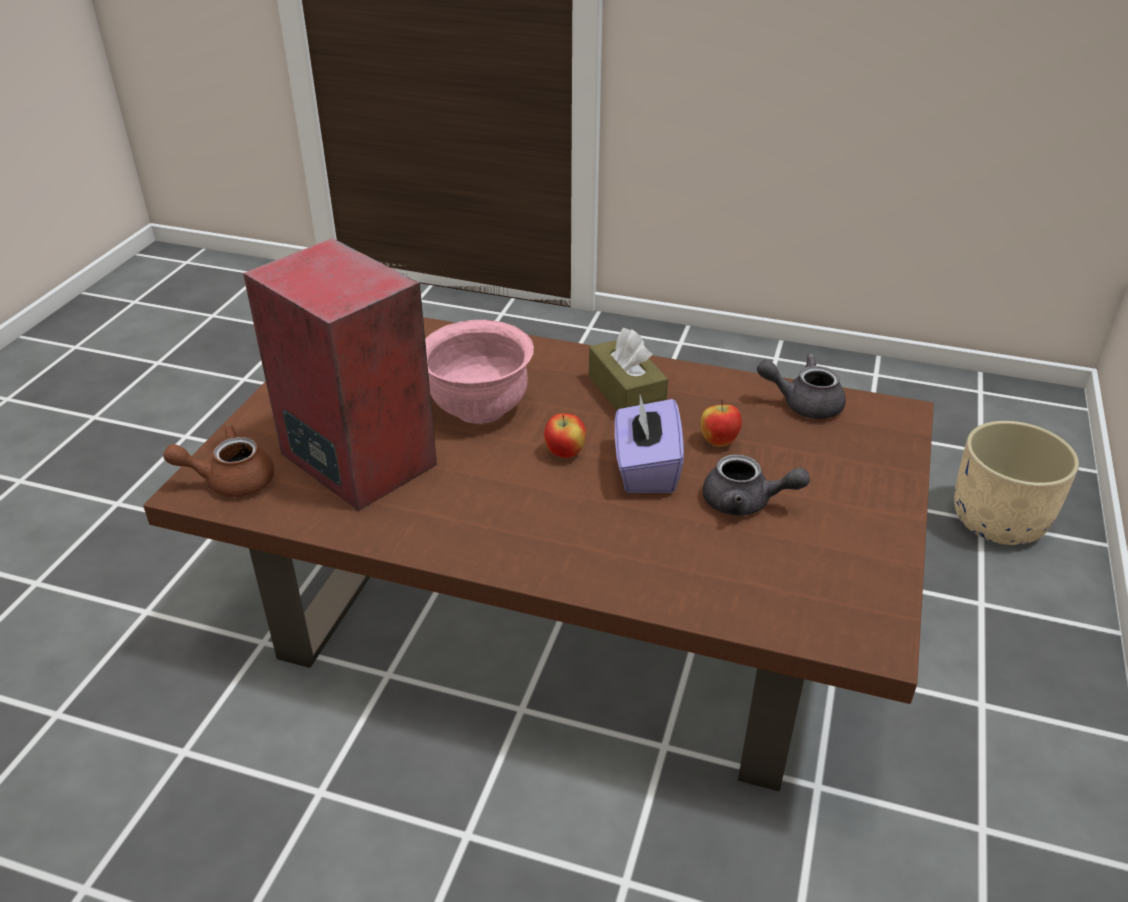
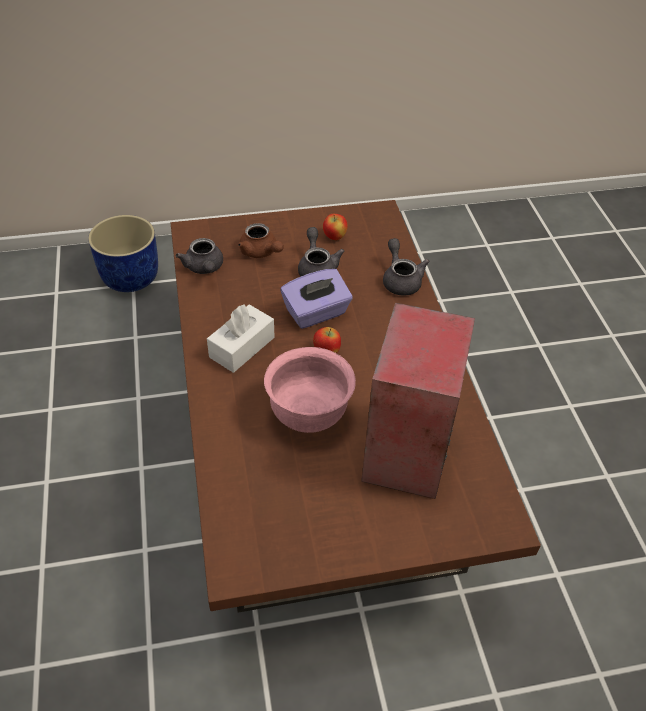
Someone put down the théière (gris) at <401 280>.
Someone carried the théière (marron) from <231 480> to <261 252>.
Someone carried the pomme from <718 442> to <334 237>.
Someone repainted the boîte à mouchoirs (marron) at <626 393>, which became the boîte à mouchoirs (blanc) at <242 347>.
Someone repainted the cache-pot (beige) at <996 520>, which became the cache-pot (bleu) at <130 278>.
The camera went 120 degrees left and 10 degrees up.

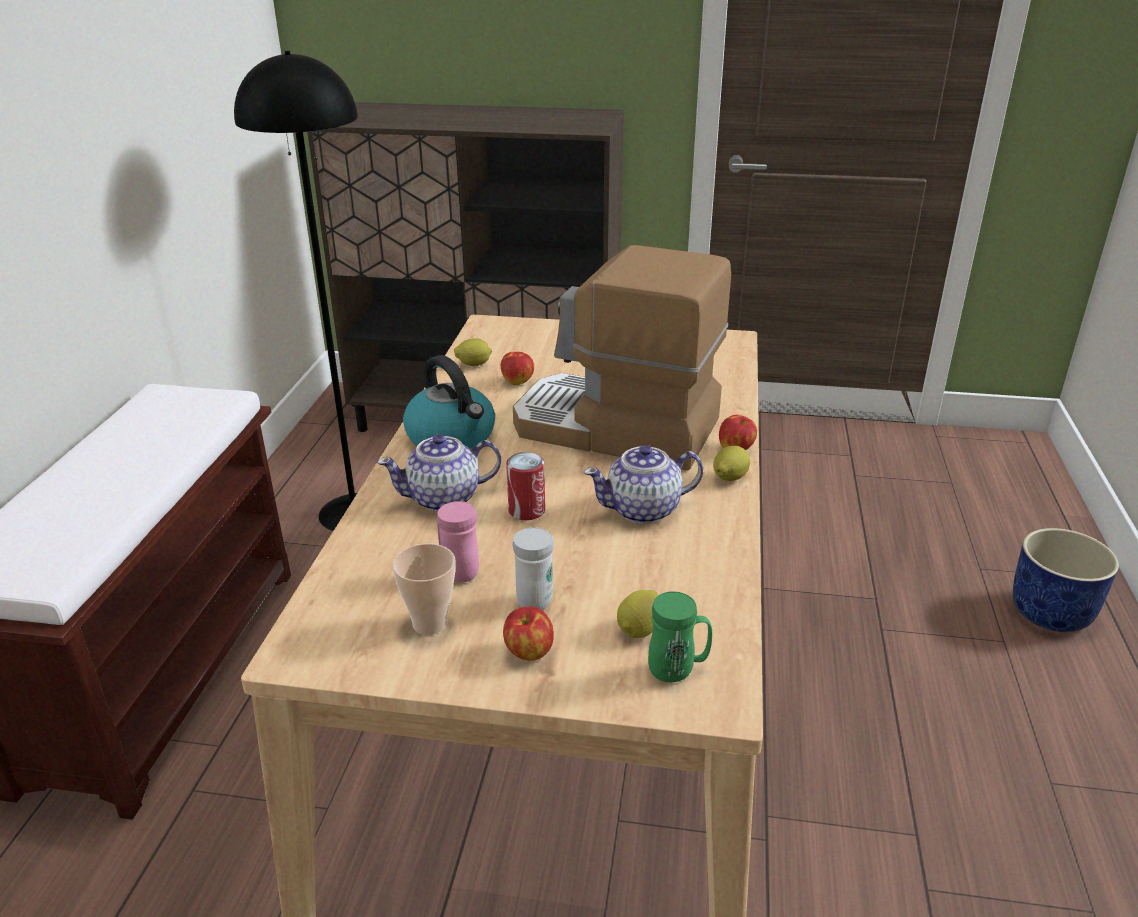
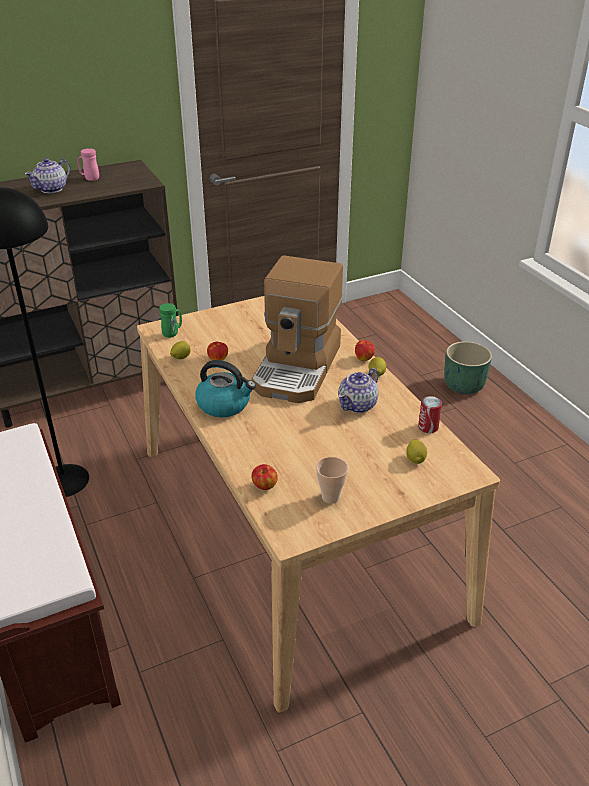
Someone took away the mug (blanc) at <537 597>.
Someone carried the théière from <444 498> to <52 189>.
Someone carried the mug (rose) from <457 570> to <90 178>.
Someone carried the pomme from <528 652> to <264 486>.
Someone carried the boîte métallique from <526 510> to <428 427>.
Someone carried the mug (vert) from <678 671> to <173 333>.
Someone repainted the cache-pot (bleu) at <1052 613>, which became the cache-pot (vert) at <464 385>.
Someone rotated the machine à café at <615 428> by 60 degrees counterclockwise.
The camera went 35 degrees left and 5 degrees up.

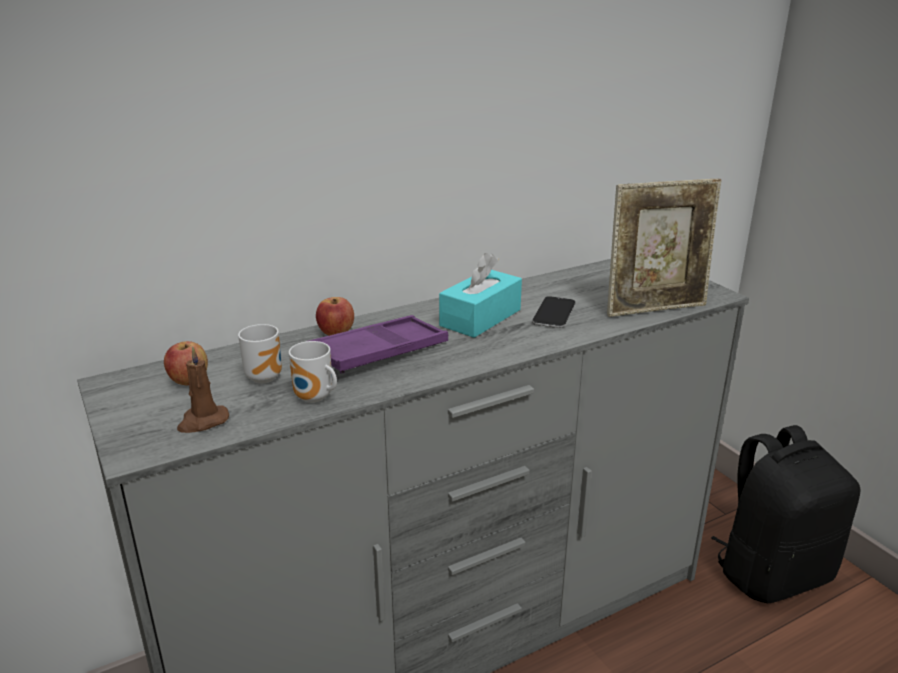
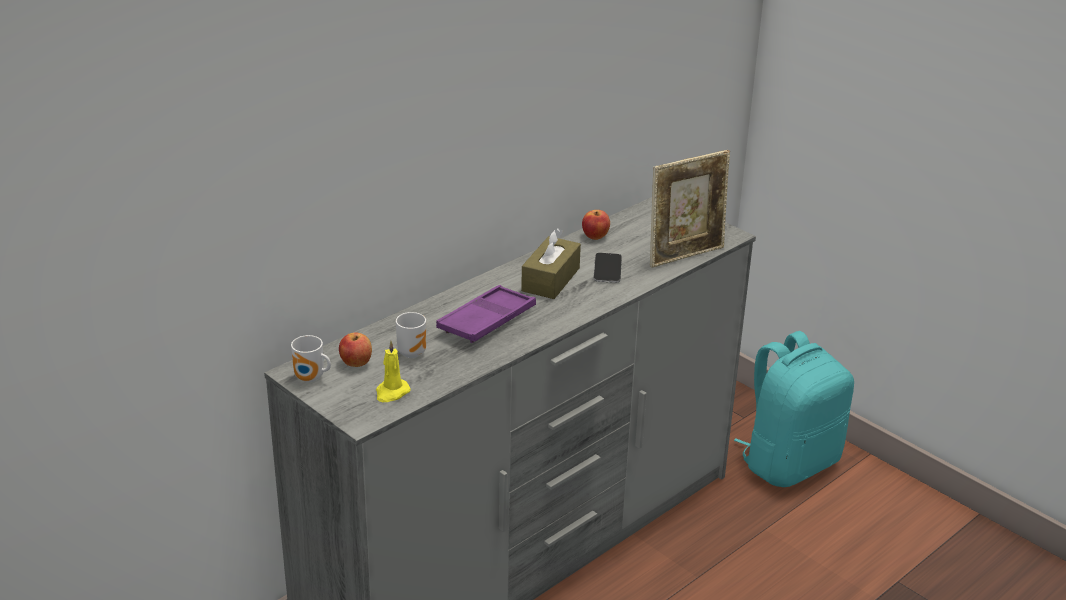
Someone carried the mug from <314 399> to <311 379>.
Someone carried the pomme from <336 333> to <595 237>.
Someone repainted the bougie (marron) at <202 421>, which became the bougie (jaune) at <391 392>.
Someone repainted the boîte à mouchoirs (turquoise) at <480 318>, which became the boîte à mouchoirs (marron) at <550 279>.
Someone repainted the sac à dos (noir) at <772 573>, which became the sac à dos (turquoise) at <789 462>.
The camera went 15 degrees left and 5 degrees up.

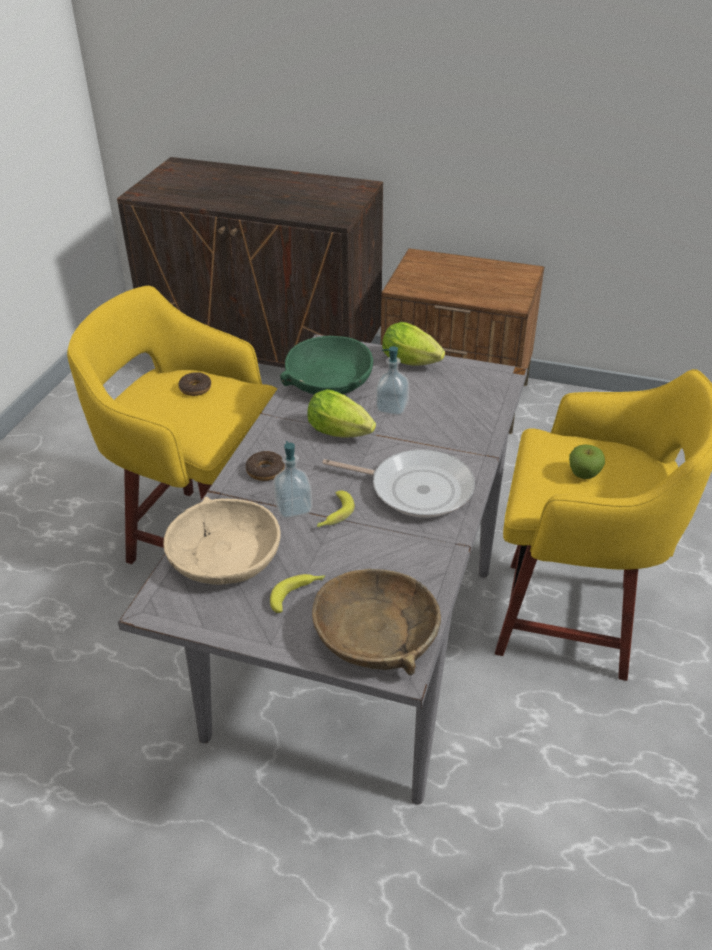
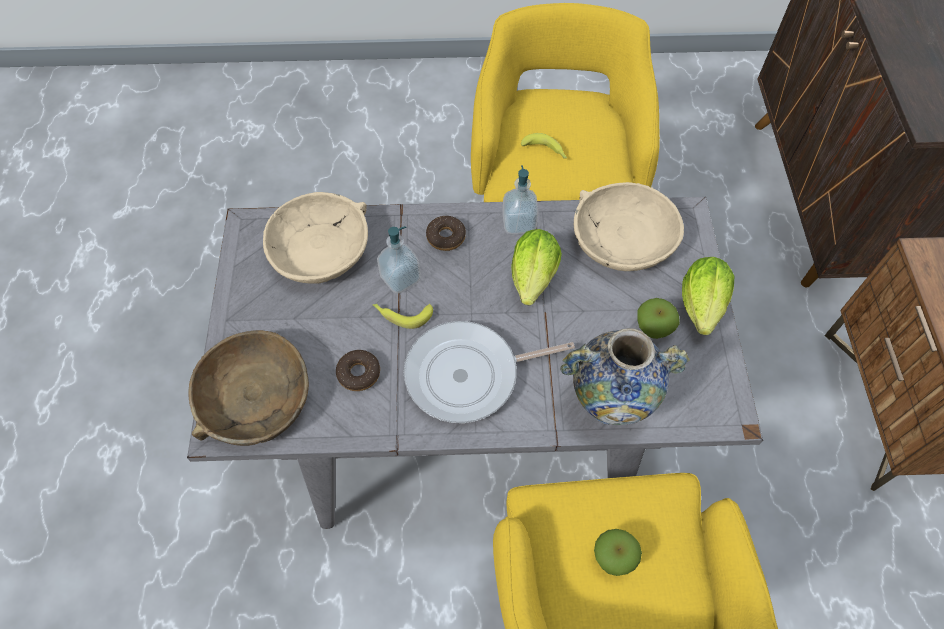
Someone put down the vase at <609 405>.
Someone put down the pomme at <653 329>.
Someone carried the beignet from <195 388> to <359 373>.
Someone carried the banane from <298 594> to <545 151>.
Someone carried the distributeur de savon from <392 408> to <519 223>.
Someone repainted the bol (vert) at <329 380>, which became the bol (beige) at <622 238>.
Someone rotated the poêle at <416 489> by 75 degrees clockwise.
The camera went 70 degrees right and 20 degrees up.

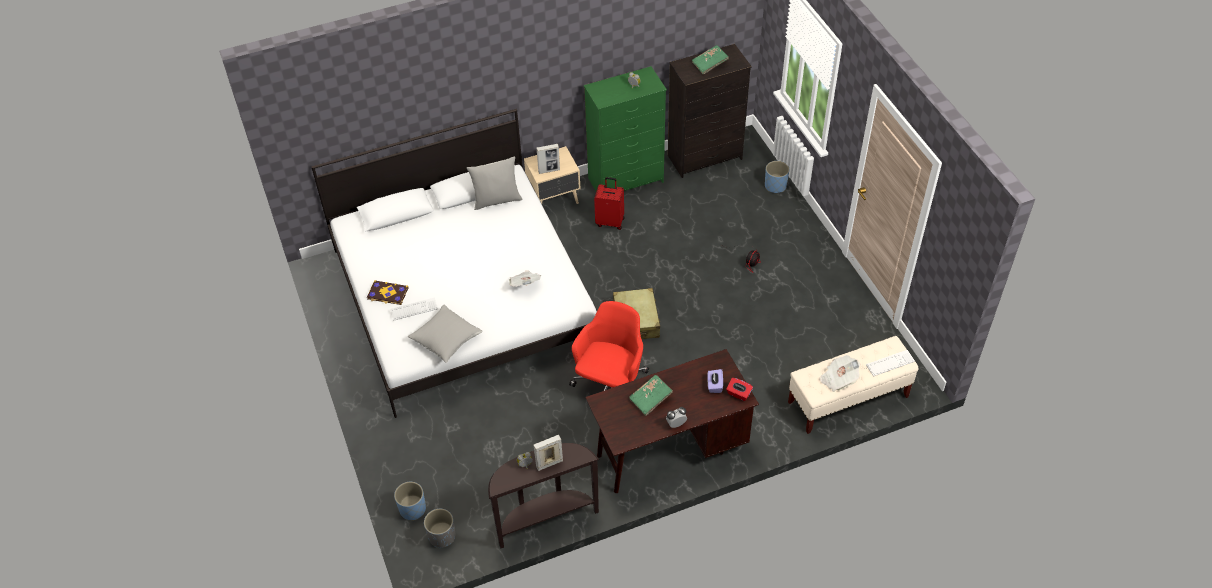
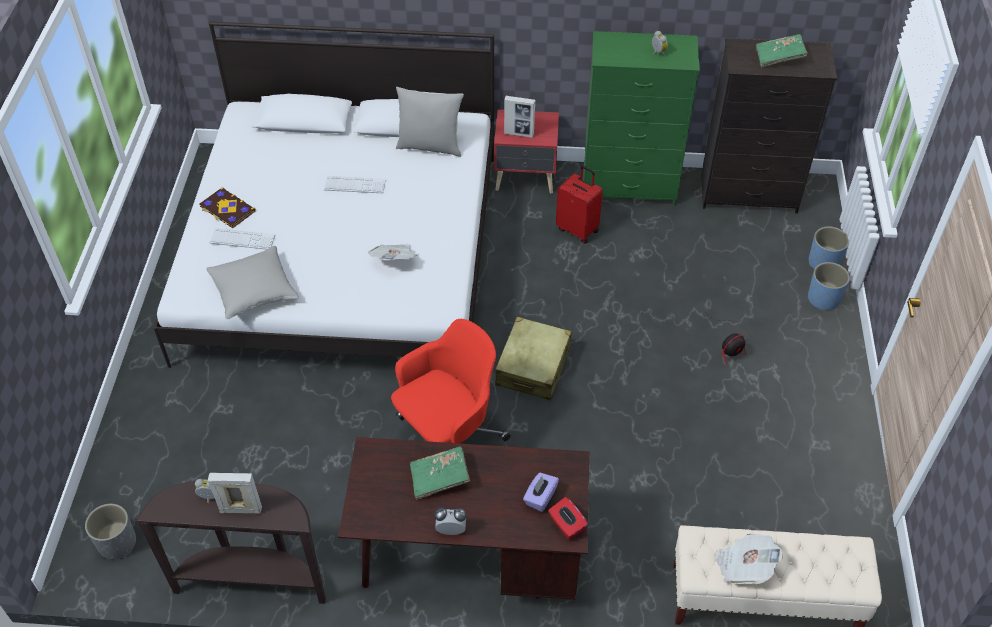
Someone carried the cache-pot (bleu) from <413 509> to <823 299>.
Someone carried the clavier from <890 363> to <354 185>.
Someone repainted the table de chevet (beige) at <554 199>, which became the table de chevet (rouge) at <526 178>.
The camera went 25 degrees right and 0 degrees up.

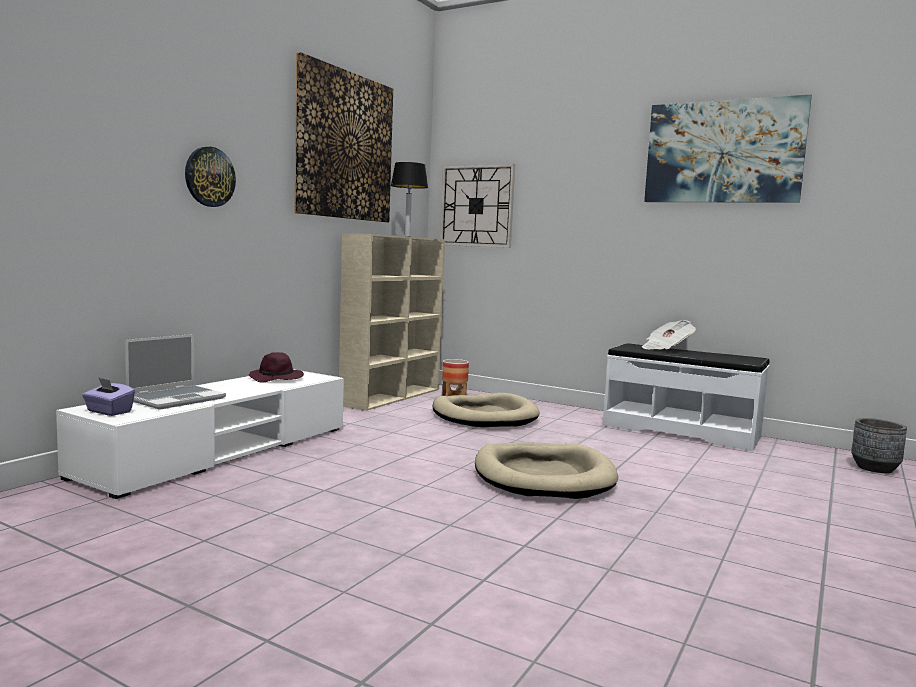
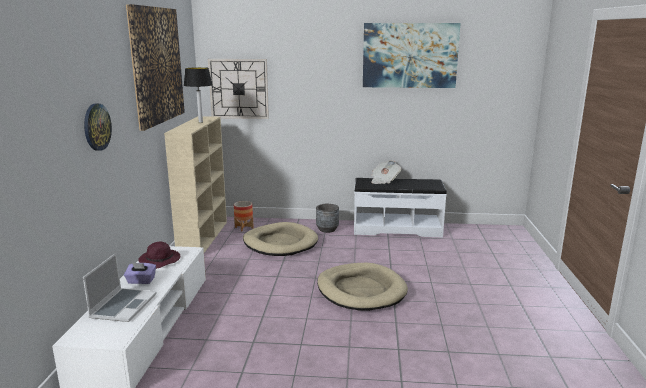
Someone carried the boîte à mouchoirs (violet) from <108 412> to <141 281>.
Someone carried the cache-pot (gris) from <874 468> to <327 229>.
The camera went 25 degrees left and 10 degrees up.

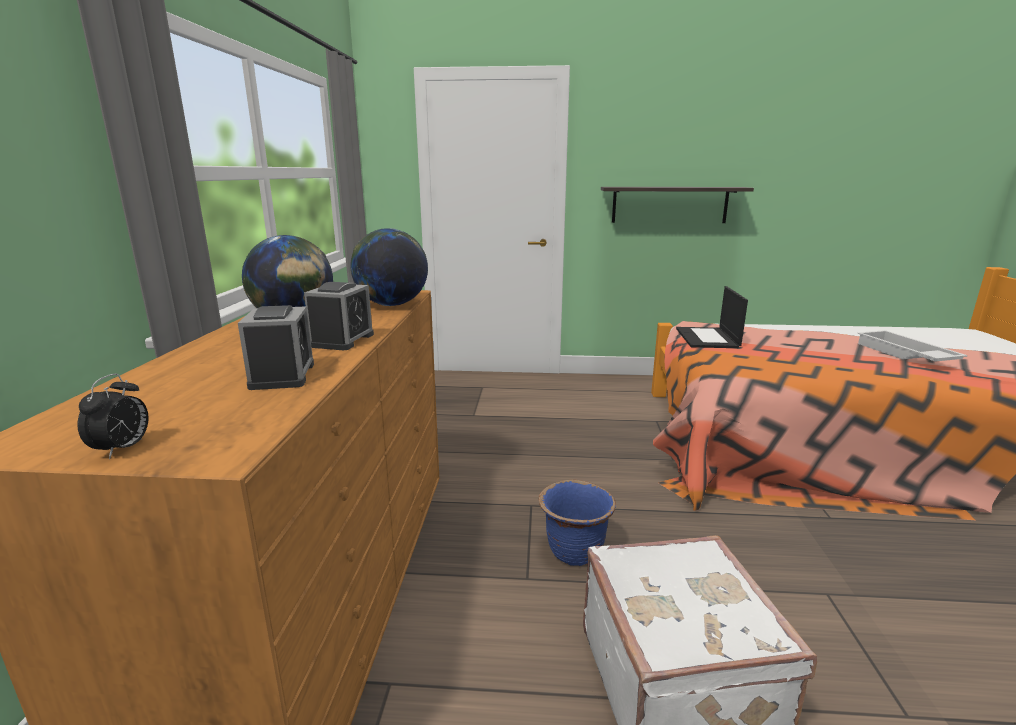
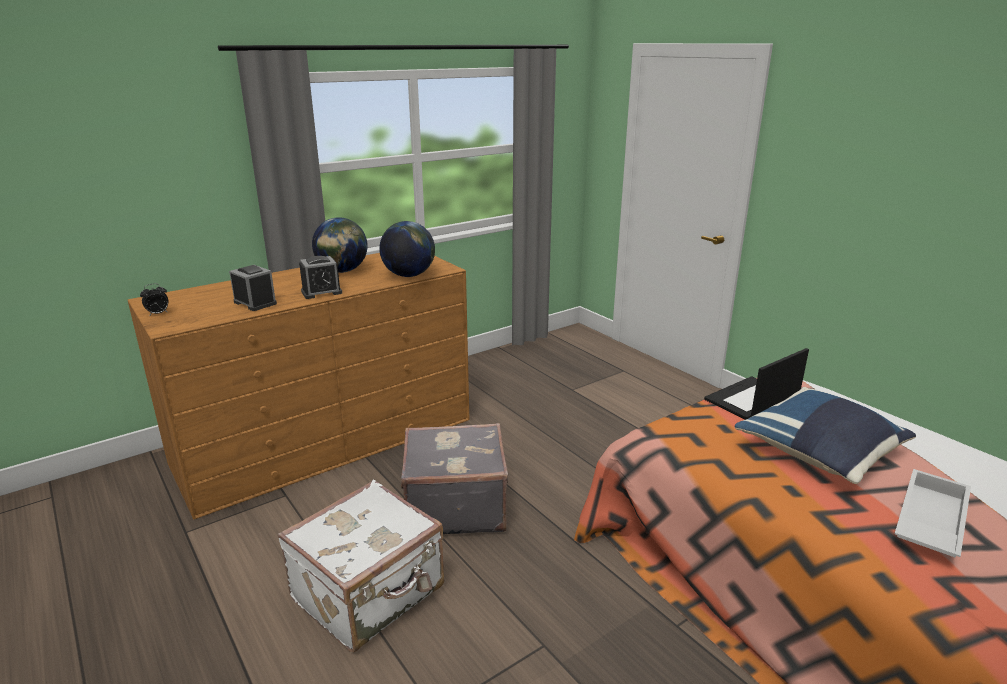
Someone took away the étagère at <669 205>.
Someone put down the coussin (bleu) at <820 454>.
Someone swapped the cache-pot (bleu) at <574 551> for the valise (gris) at <454 506>.
Someone rotated the réveil at <282 375> by 90 degrees counterclockwise.
The camera went 50 degrees right and 5 degrees up.

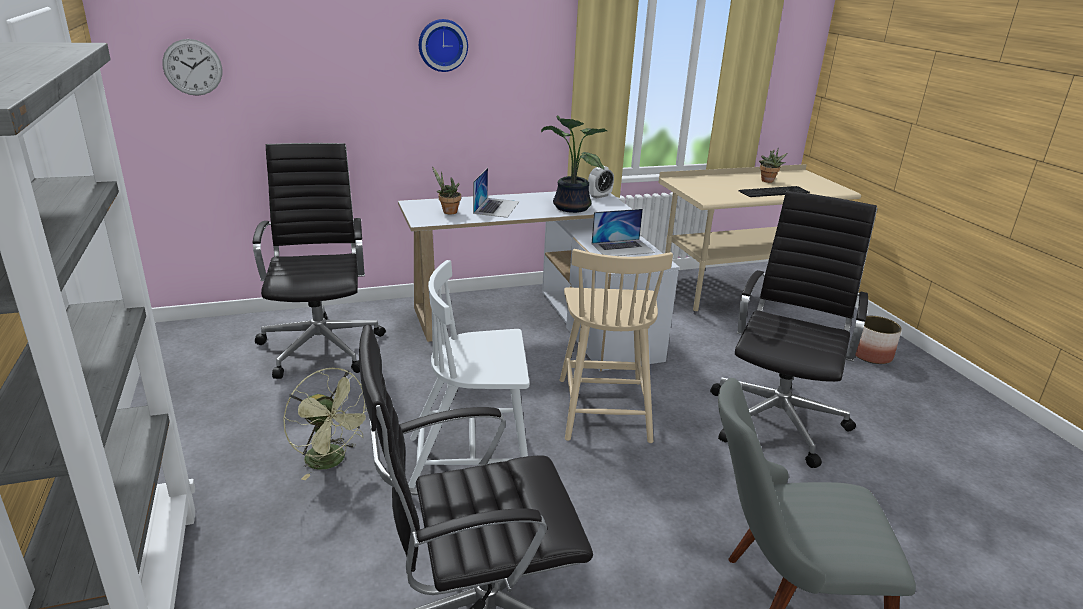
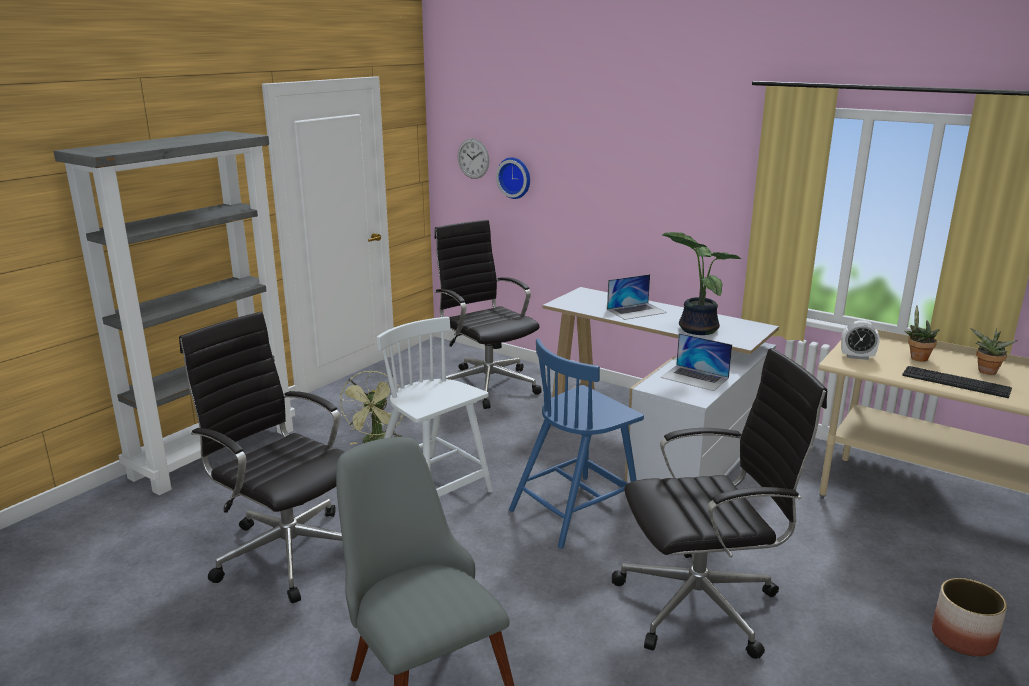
Someone carried the horloge murale from <442 45> to <515 177>.
Someone carried the plante en pot from <447 212> to <916 357>.
Someone carried the réveil from <599 196> to <857 357>.
Someone repainted the chaise (beige) at <603 408>, which became the chaise (bleu) at <576 510>.
Someone rotated the chaise de bureau (noir) at <321 345> by 75 degrees counterclockwise.
The camera went 55 degrees right and 5 degrees down.

